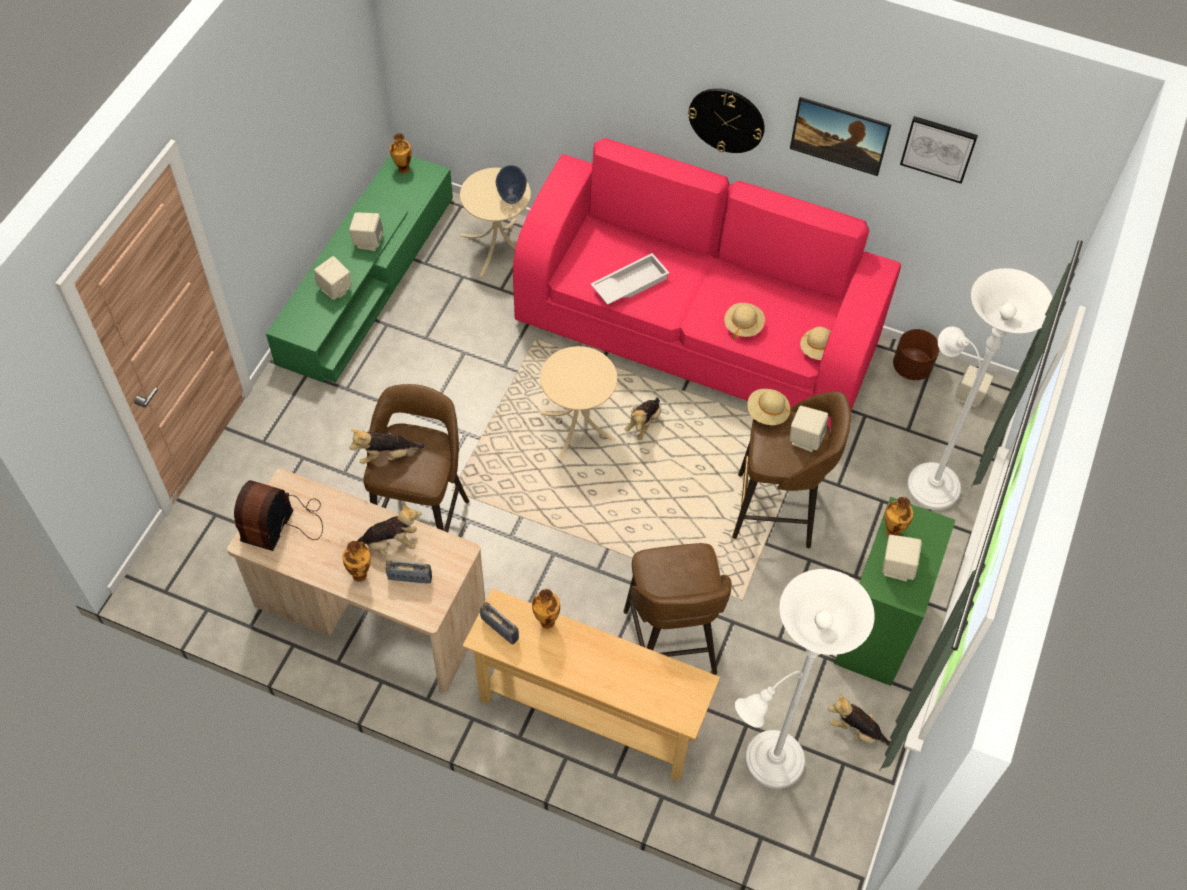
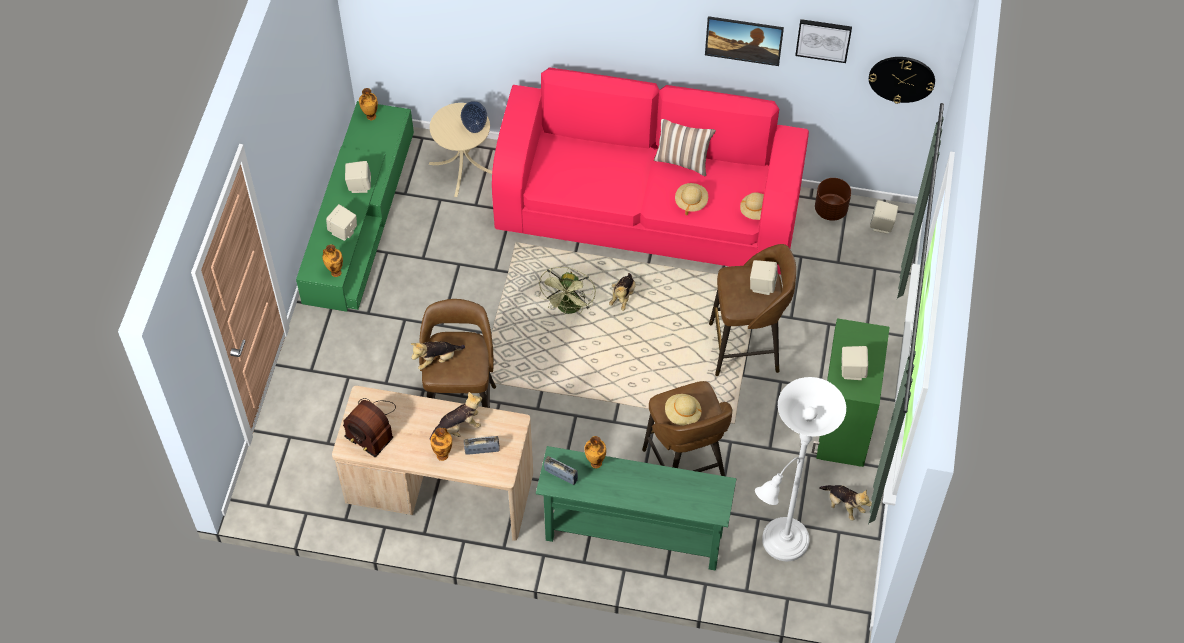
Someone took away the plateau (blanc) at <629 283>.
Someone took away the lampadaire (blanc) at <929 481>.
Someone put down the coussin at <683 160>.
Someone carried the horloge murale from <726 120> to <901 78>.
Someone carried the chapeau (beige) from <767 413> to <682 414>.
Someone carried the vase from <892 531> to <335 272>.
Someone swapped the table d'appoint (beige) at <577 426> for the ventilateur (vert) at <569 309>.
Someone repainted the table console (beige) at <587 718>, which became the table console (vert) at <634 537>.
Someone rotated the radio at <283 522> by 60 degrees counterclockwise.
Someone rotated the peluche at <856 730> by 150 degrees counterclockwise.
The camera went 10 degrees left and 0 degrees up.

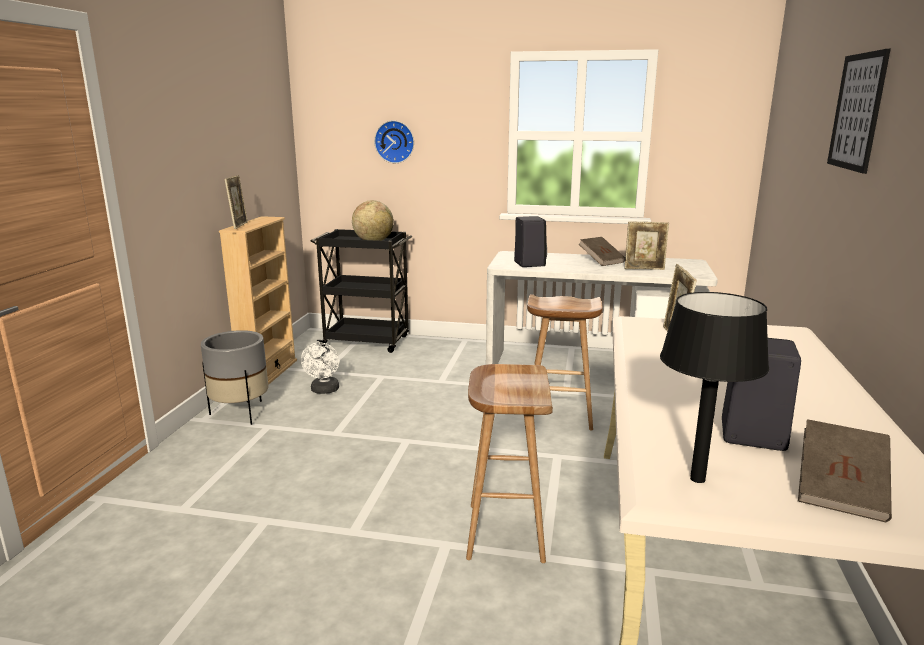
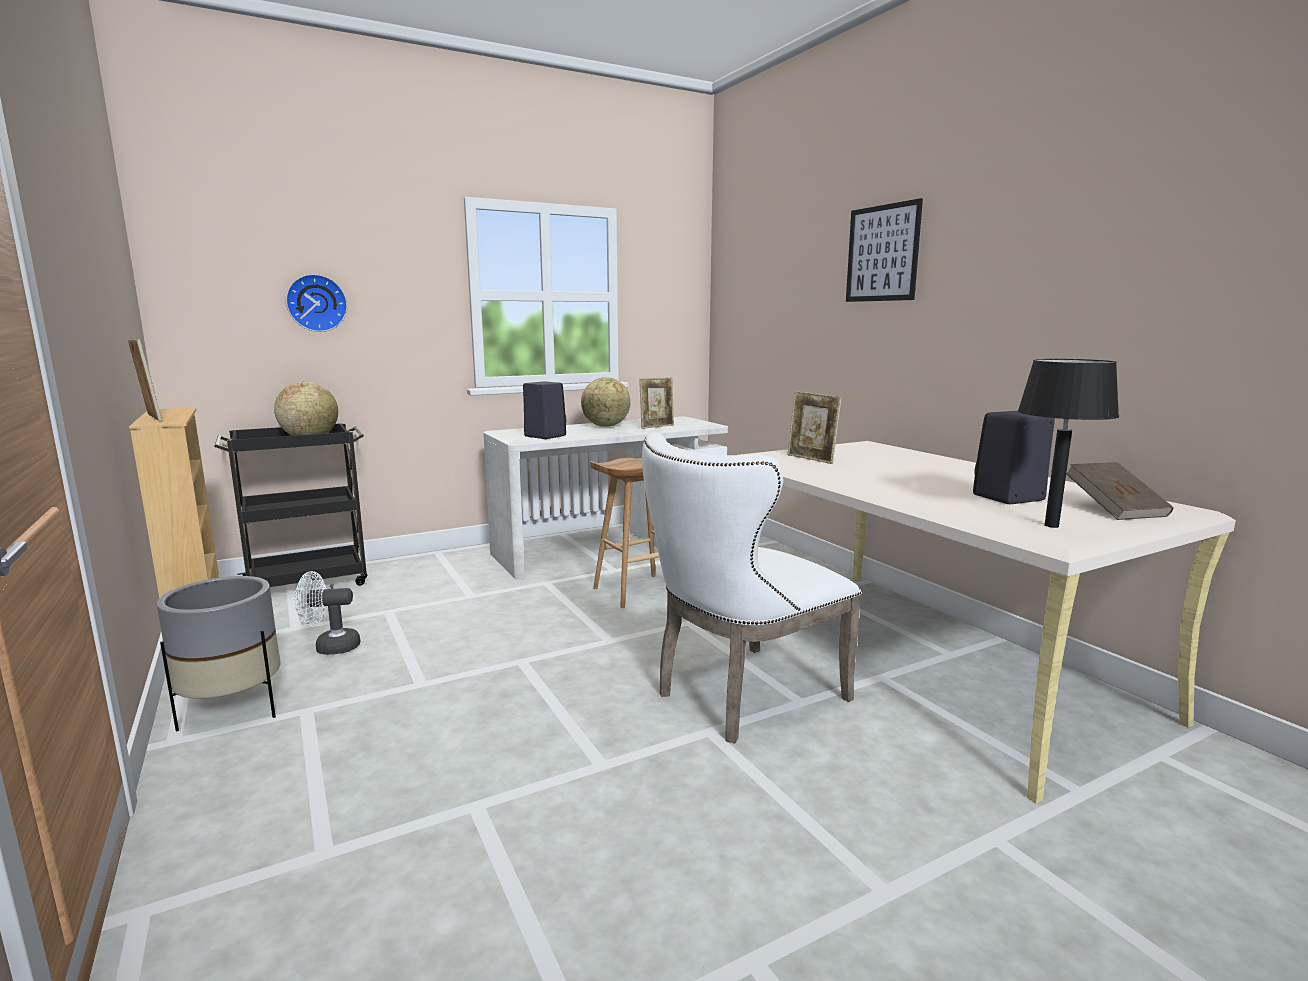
Someone swapped the tabouret (marron) at <504 531> for the chaise (blanc) at <740 697>.
Someone swapped the livre (marron) at <601 261> for the globe at <606 426>.
Someone rotated the ventilateur (blanc) at <324 391> by 120 degrees clockwise.
The camera went 40 degrees left and 5 degrees down.

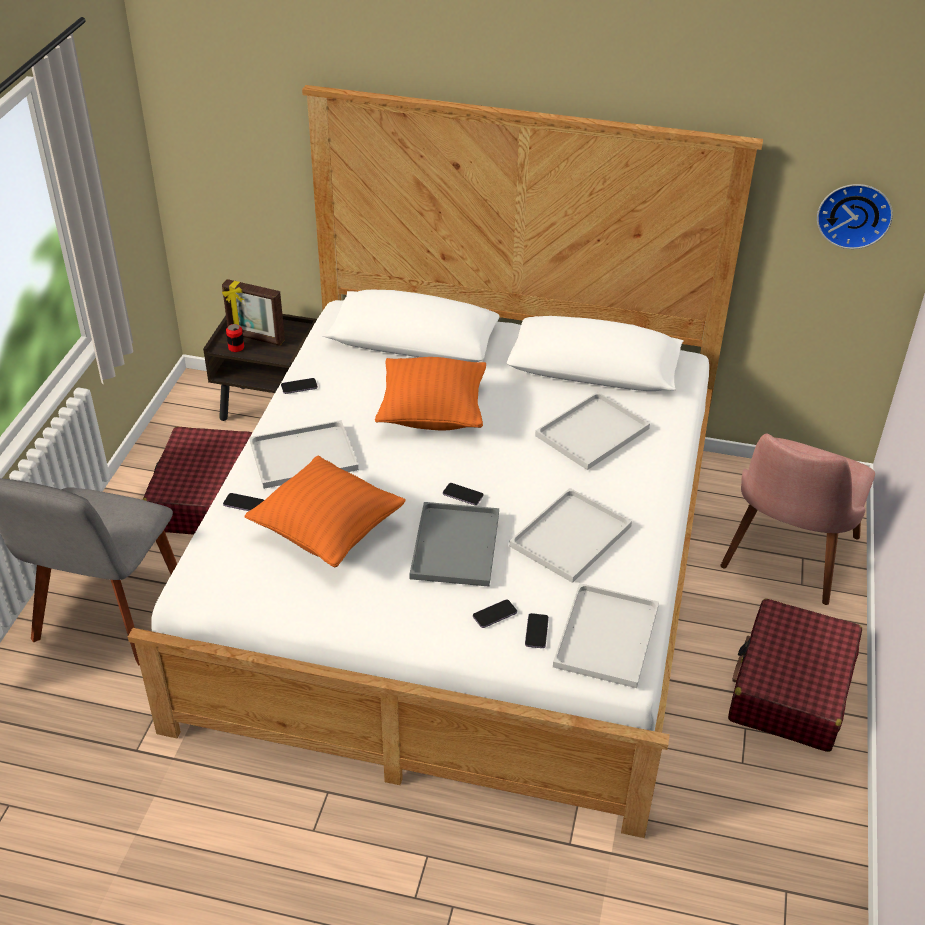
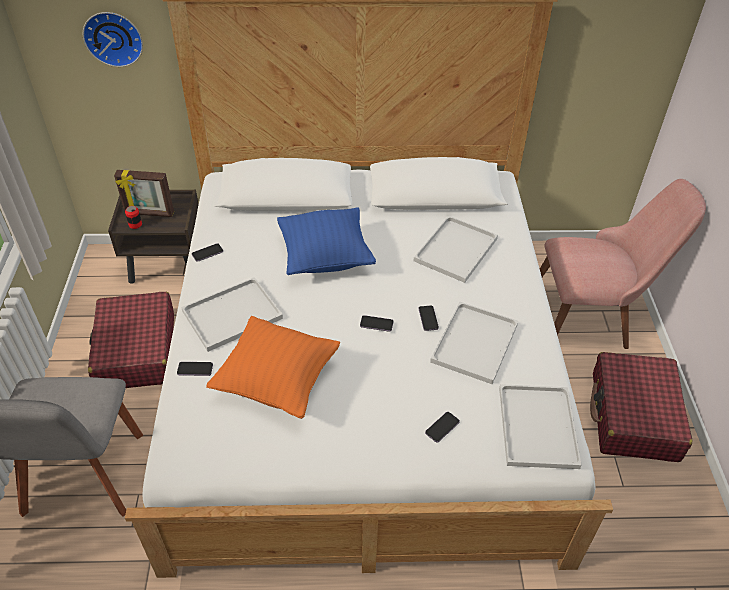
Someone took away the plateau (gris) at <454 544>.
Someone carried the téléphone from <536 632> to <428 319>.
Someone carried the horloge murale from <854 214> to <114 37>.
Someone repainted the coussin (orange) at <432 414>, which became the coussin (bleu) at <325 257>.
Someone rotated the chaise (rose) at <784 563> by 105 degrees counterclockwise.
The camera went 15 degrees left and 5 degrees up.

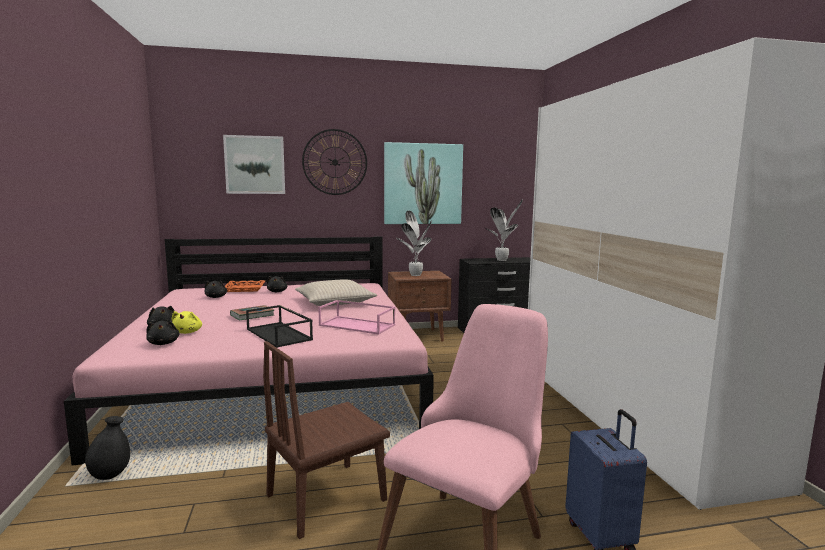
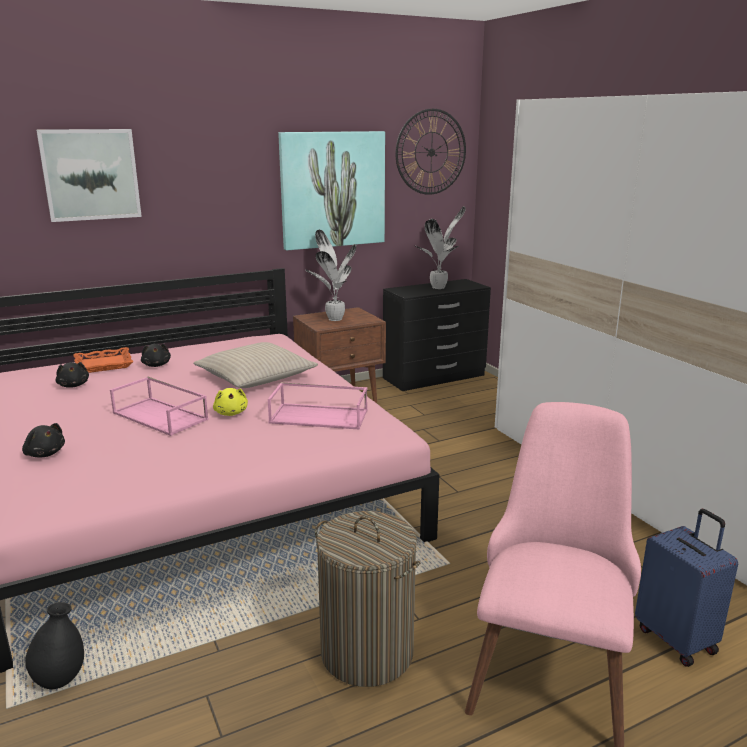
Someone took away the peluche (noir) at <163 343>.
Someone took away the plateau (noir) at <280 334>.
Someone carried the peluche (jaune) from <188 332> to <231 413>.
Someone carried the horloge murale from <335 162> to <431 152>.
Someone swapped the livre at <252 315> for the plateau (rose) at <161 416>.
Someone swapped the chaise (marron) at <326 497> for the panier à linge at <366 652>.
The camera went 15 degrees left and 10 degrees up.

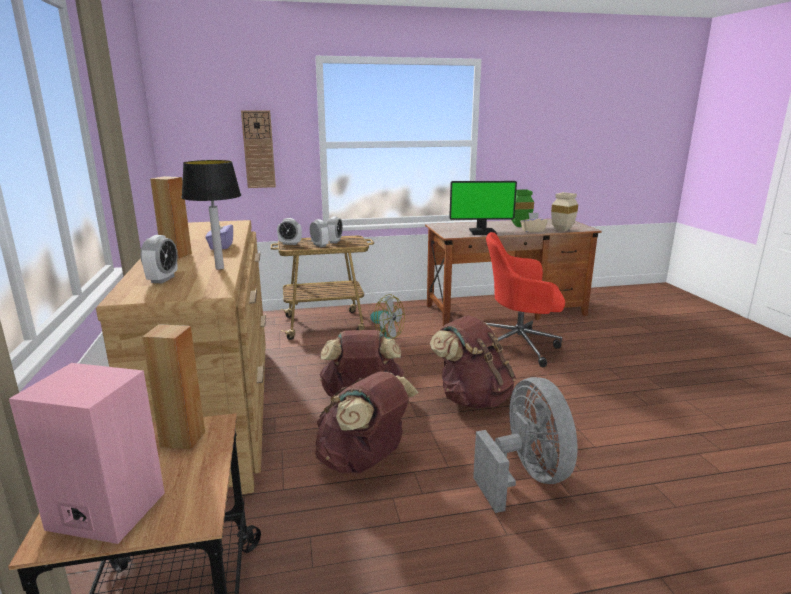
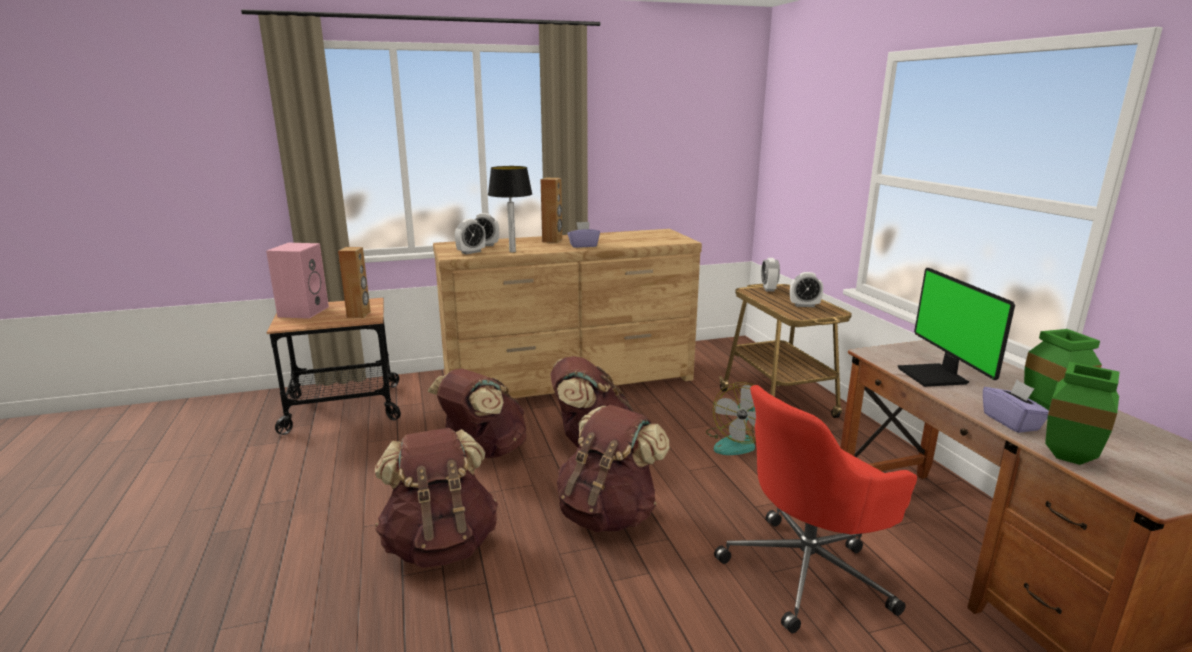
Someone took away the horloge murale at <258 149>.
Someone carried the réveil from <319 245> to <471 252>.
Someone swapped the ventilateur (gris) at <525 477> for the sac à dos (marron) at <440 544>.
Someone repainted the boîte à mouchoirs (beige) at <532 231>, which became the boîte à mouchoirs (violet) at <1011 422>.
Someone repainted the vase (beige) at <562 231>, which became the vase (vert) at <1065 457>.
Someone rotated the chaise de bureau (rouge) at <519 346> by 120 degrees counterclockwise.
The camera went 85 degrees right and 0 degrees up.

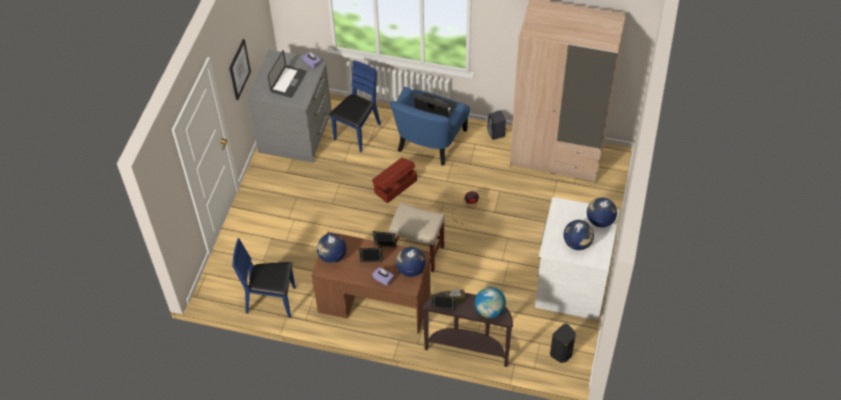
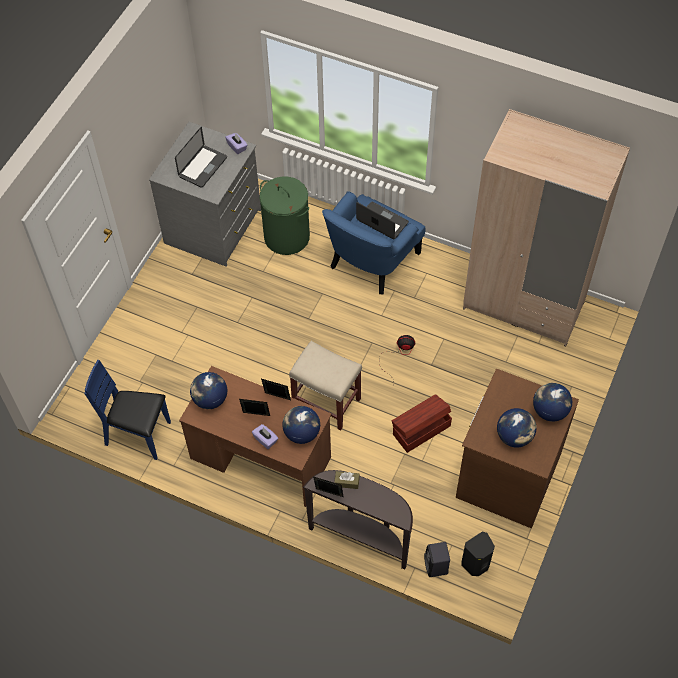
Someone took away the tableau at <239 69>.
Someone took away the globe at <489 310>.
Someone carried the boîte de rangement (marron) from <395 186> to <420 429>.
Someone carried the enceinte (noir) from <496 133> to <436 566>.
Someone swapped the chaise (bleu) at <357 133> for the panier à linge (vert) at <287 237>.
Someone repainted the commode (blanc) at <571 284>, which became the commode (marron) at <506 475>.
The camera went 10 degrees right and 5 degrees up.

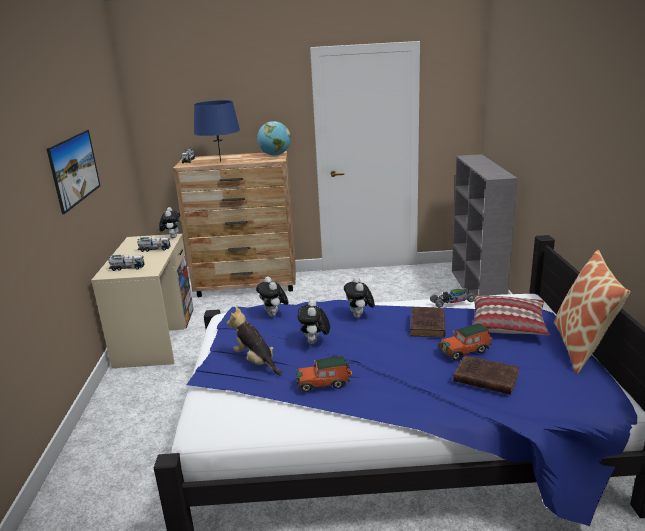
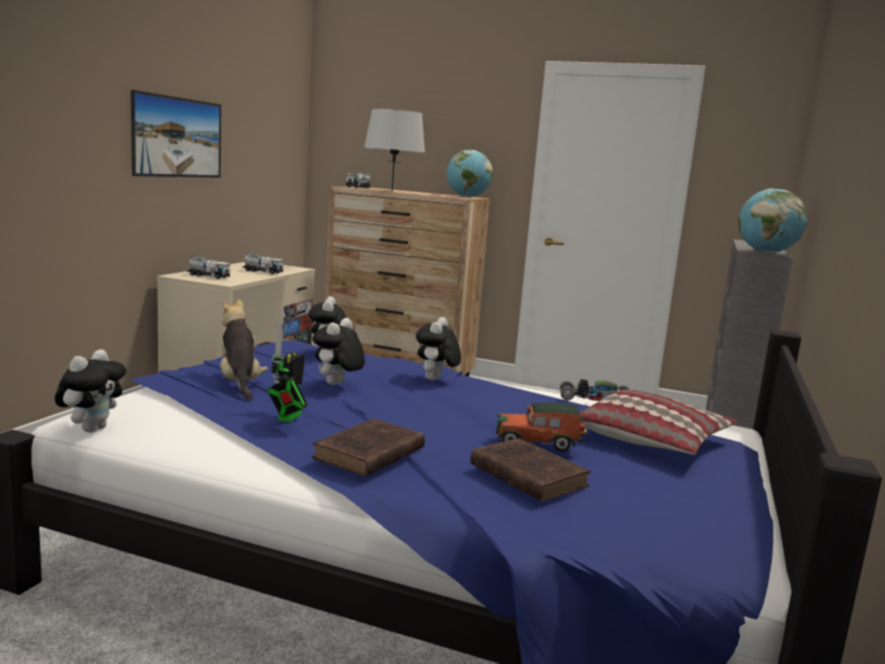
Someone took away the coussin at <582 347>.
Someone put down the globe at <766 252>.
Someone carried the peluche from <172 237> to <92 429>.
Someone carried the livre (marron) from <427 326> to <367 454>.
Someone swapped the petite voiture at <324 383> for the robot jouet at <287 418>.
Someone repainted the lampe de table (bleu) at <220 161>, which became the lampe de table (gris) at <392 191>.
The camera went 20 degrees right and 10 degrees down.

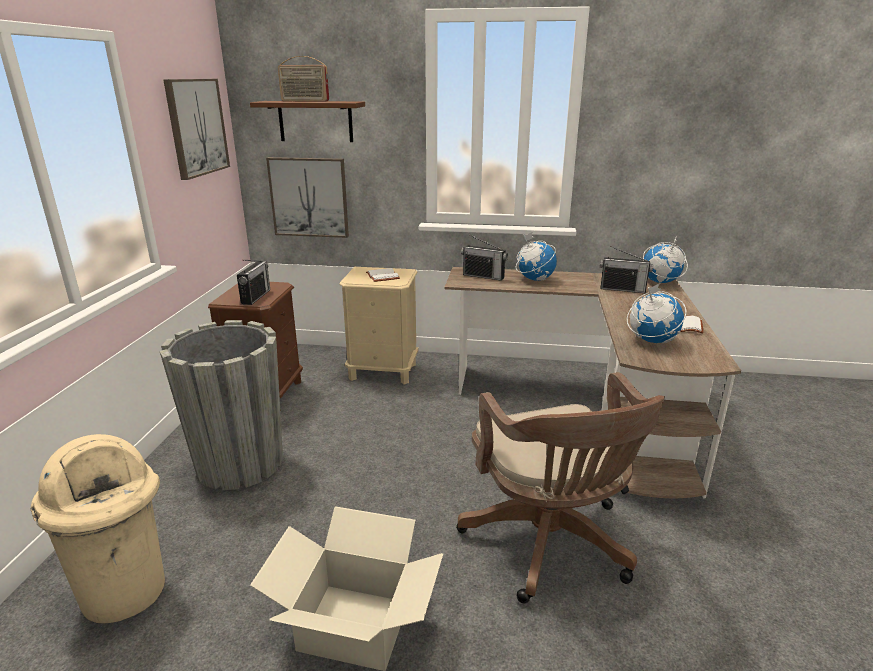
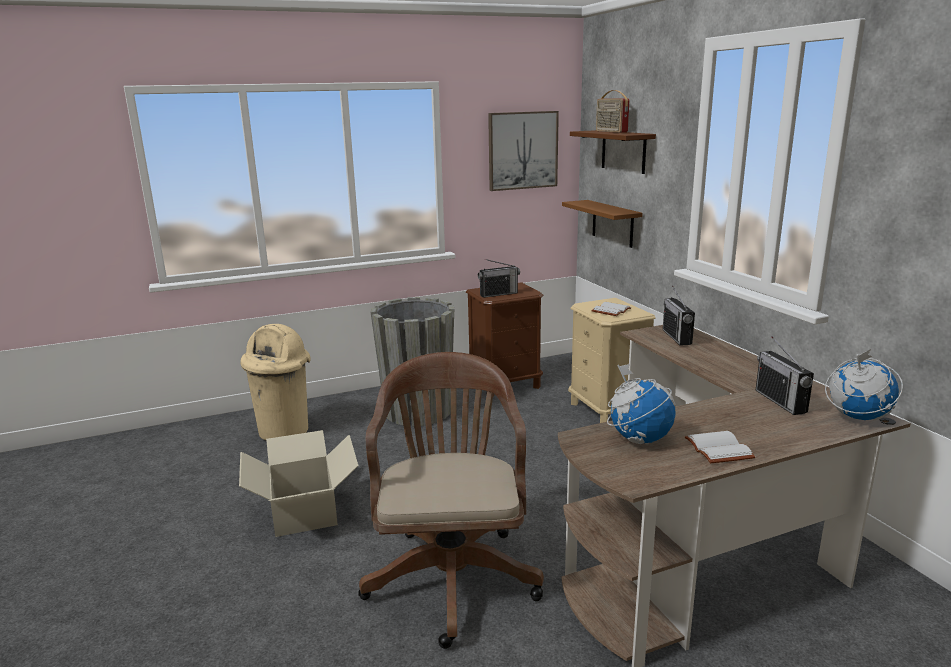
Someone took away the globe at <534 279>.
Someone swapped the tableau at <309 197> for the étagère (marron) at <612 223>.
Someone rotated the chaise de bureau (marron) at <550 544> by 135 degrees clockwise.
The camera went 60 degrees right and 5 degrees down.

